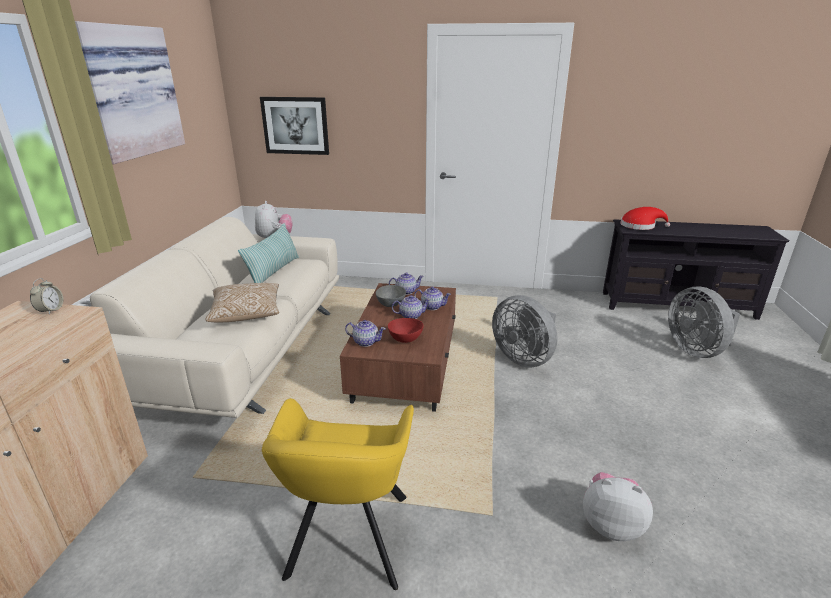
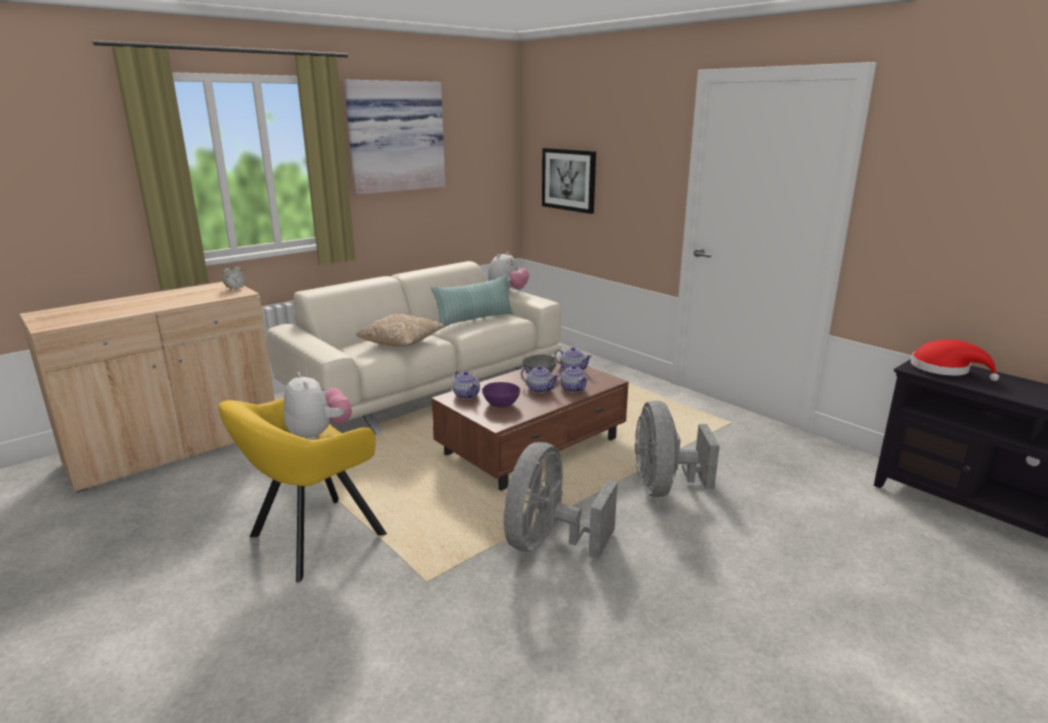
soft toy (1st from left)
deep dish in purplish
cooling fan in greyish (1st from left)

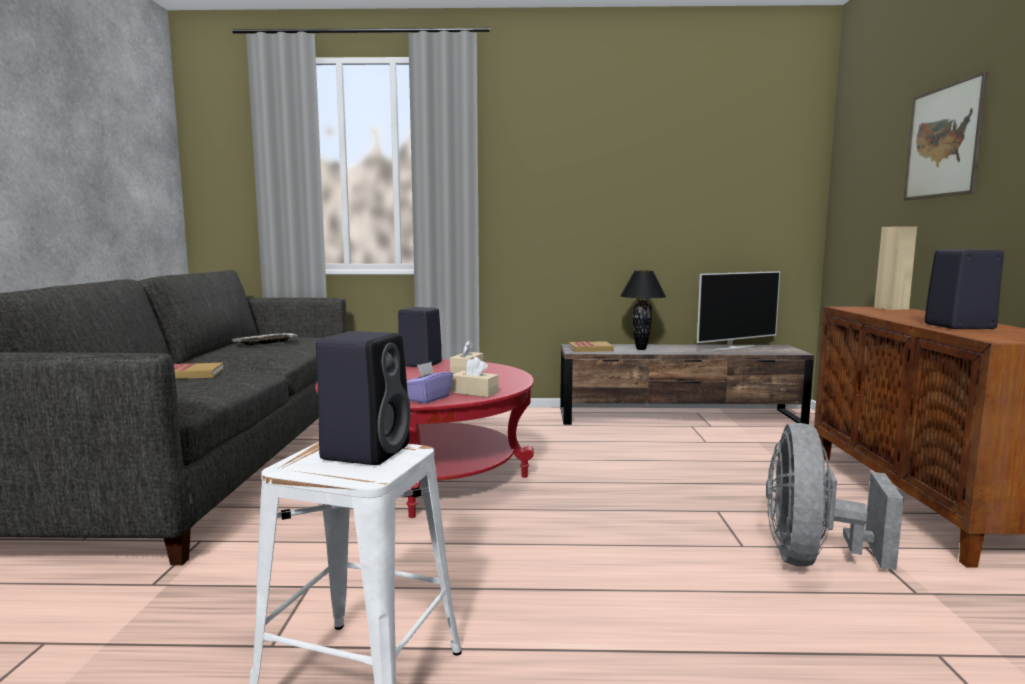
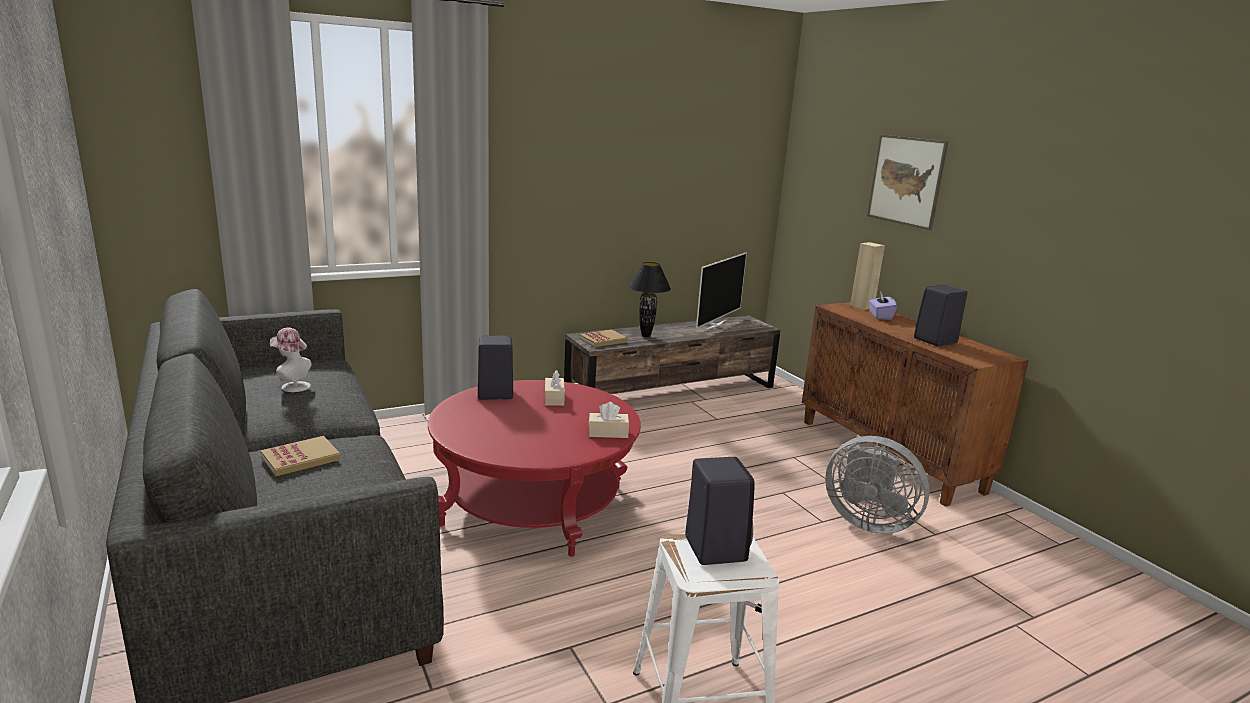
hat
cooling fan in greyish
tissue box in purplish

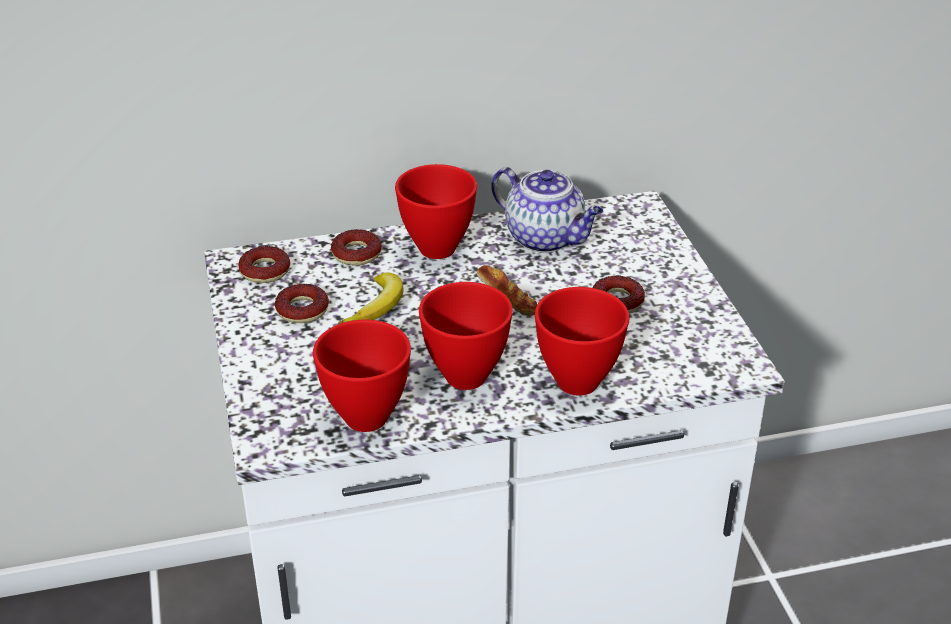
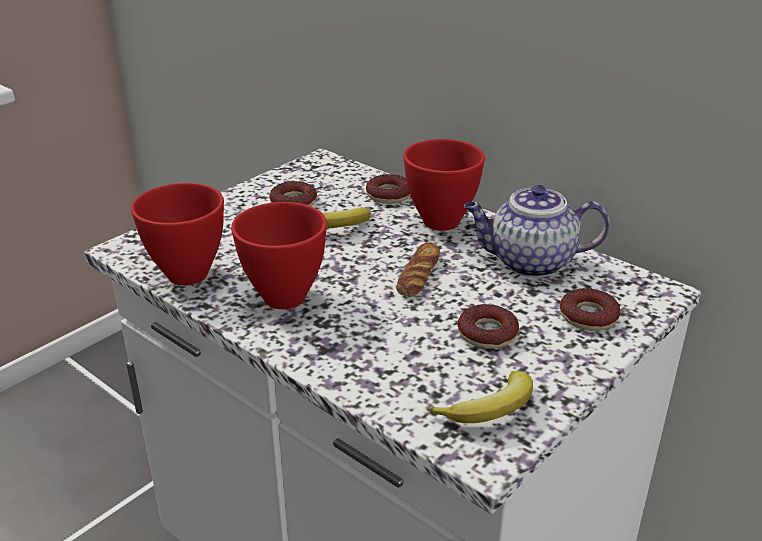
banana fruit (2nd from left)
pot for tea
ring doughnut (4th from left)
deep dish in red-coloured (4th from left in the first image)

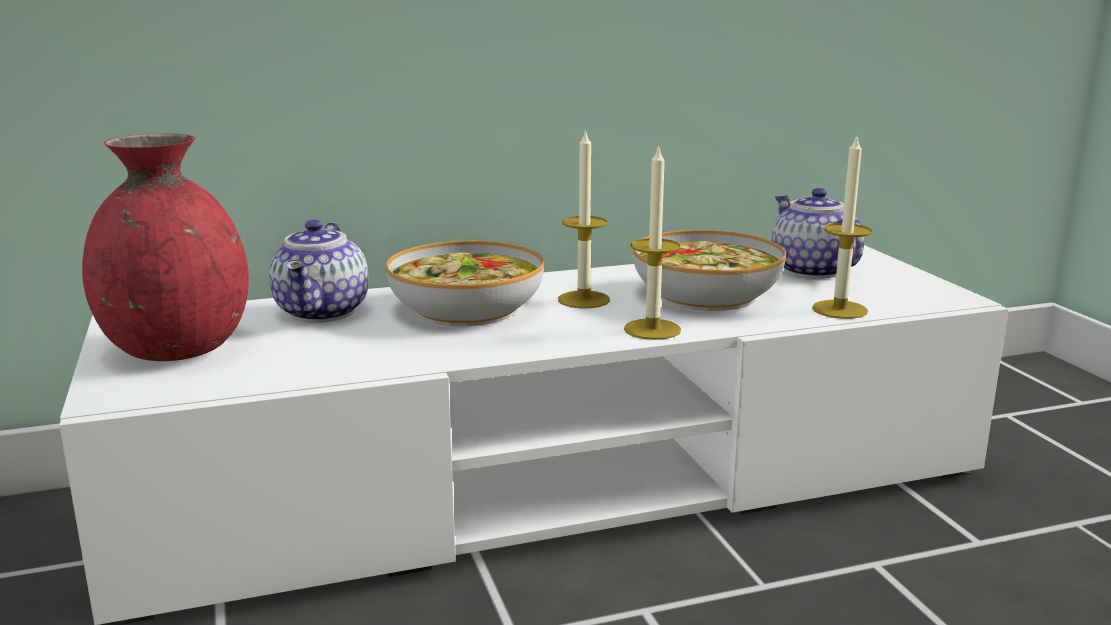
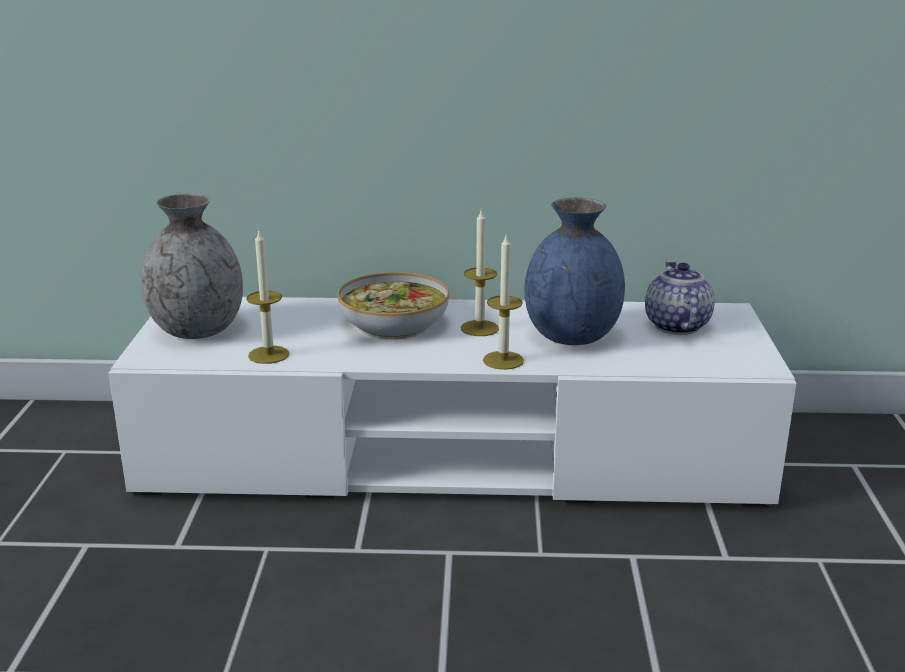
decorative vase in greyish
candle (1st from left)
decorative vase in blue
pot for tea (1st from left in the first image)

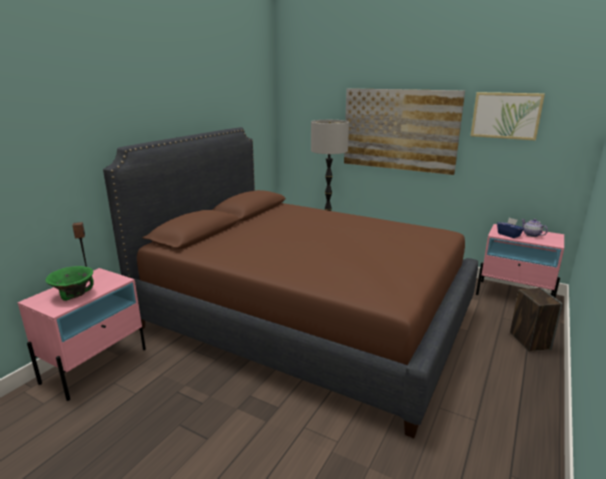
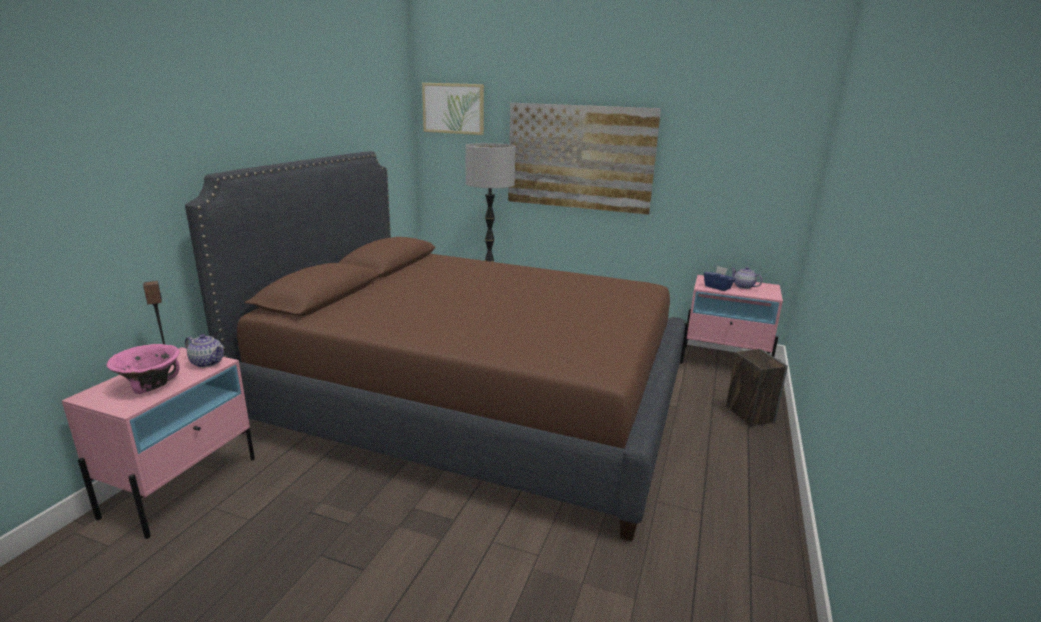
deep dish in pink
pot for tea (1st from left)
picture (1st from left)

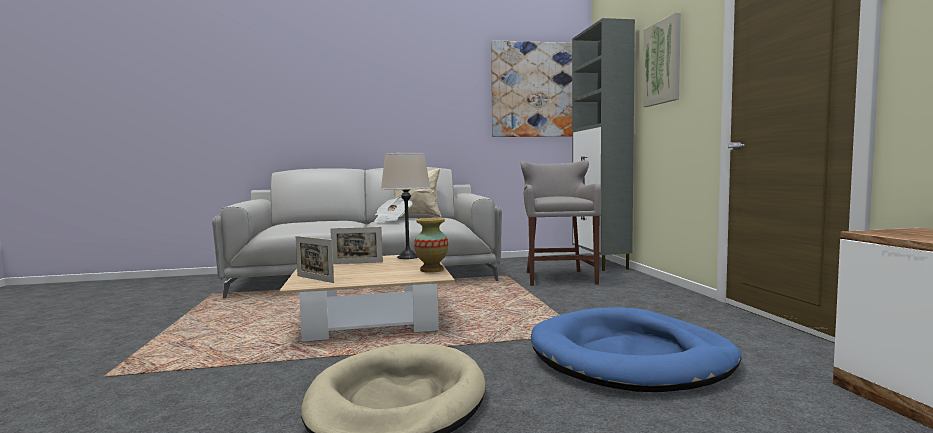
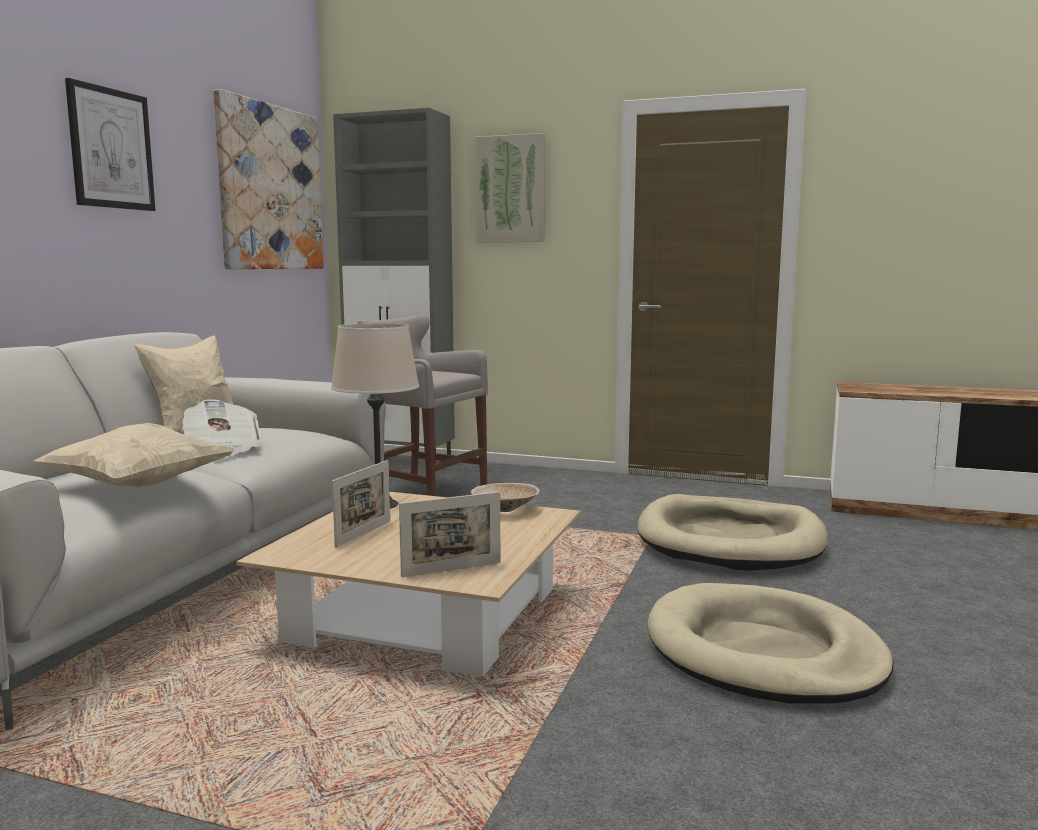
pillow in beige (1st from left)
picture (1st from left)
deep dish in beige
dog bed in beige (1st from left)

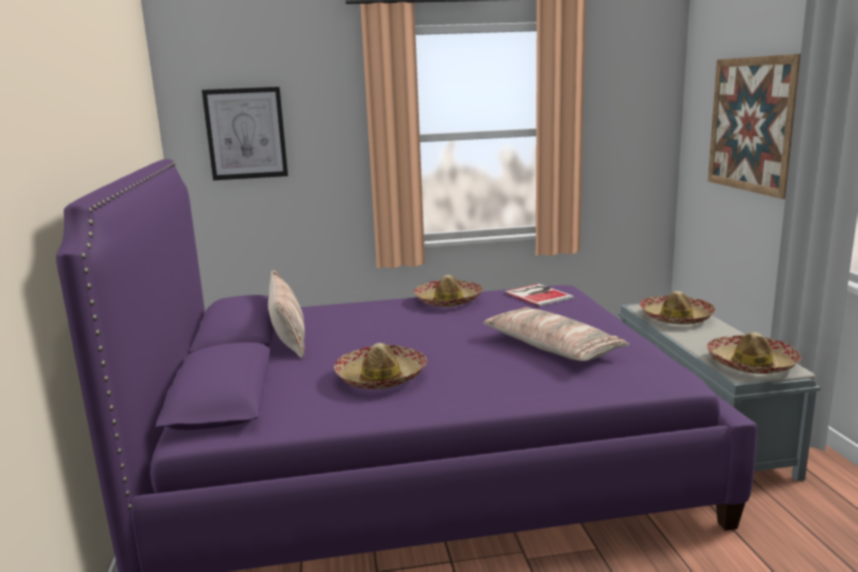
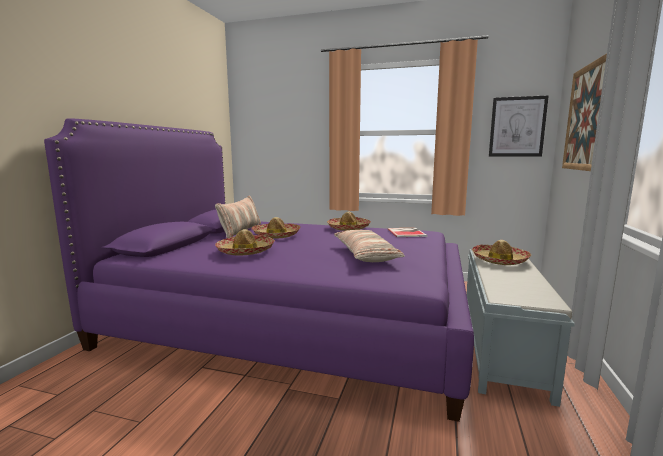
hat (2nd from left)
picture (1st from left)

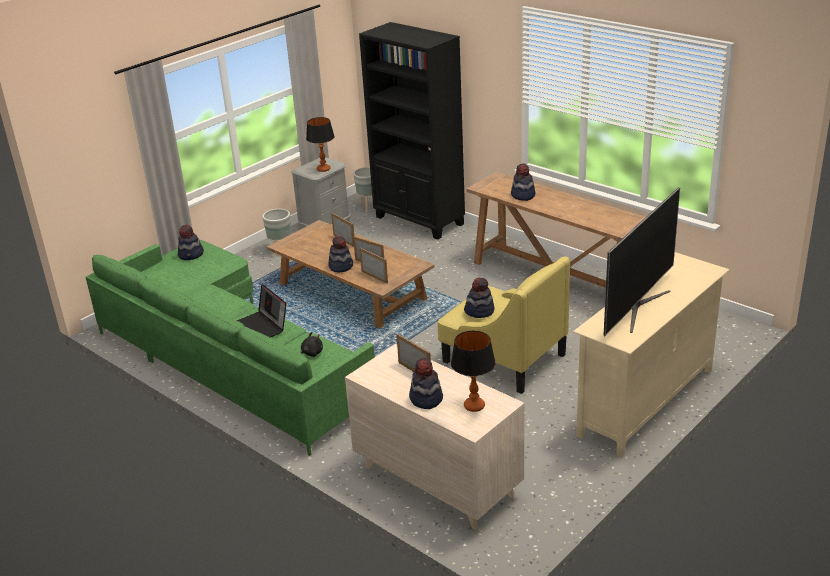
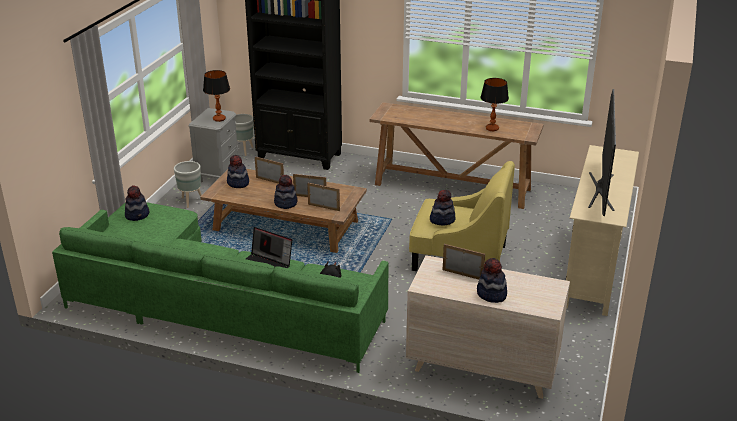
hat (2nd from left)
table lamp (2nd from left)

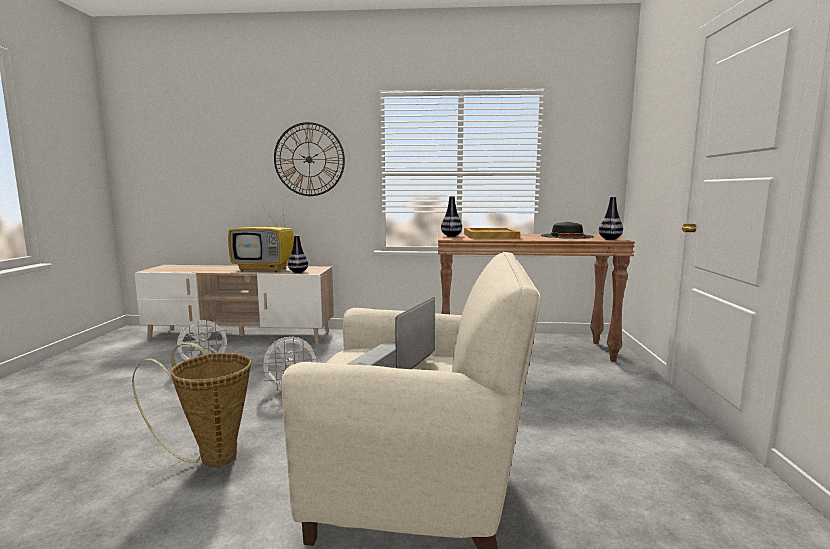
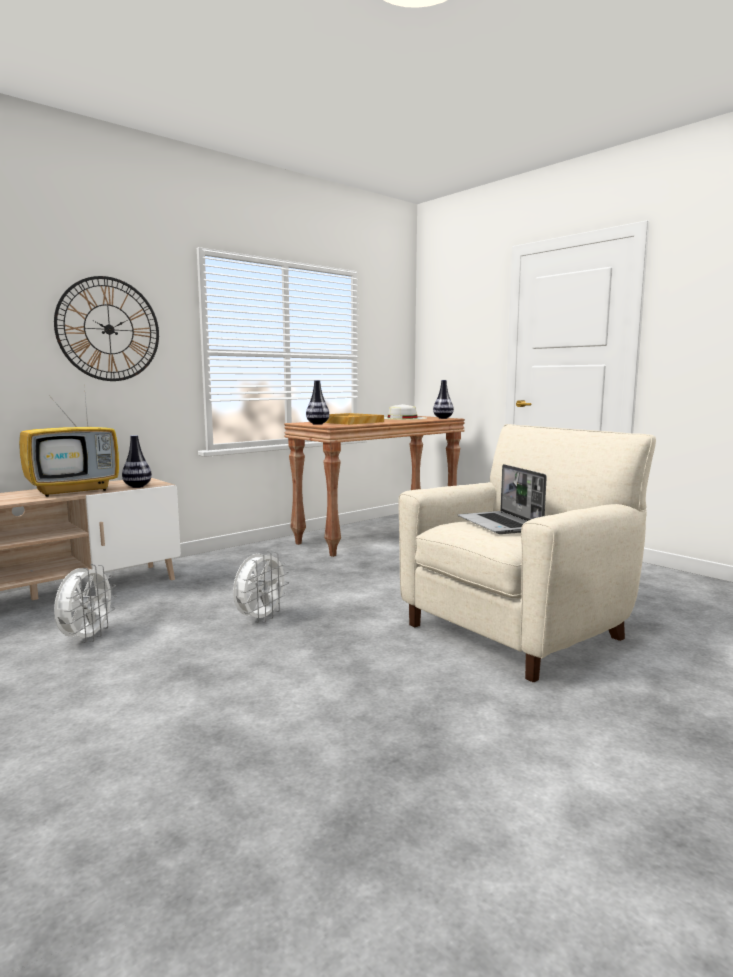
hat in white-coloured
household basket

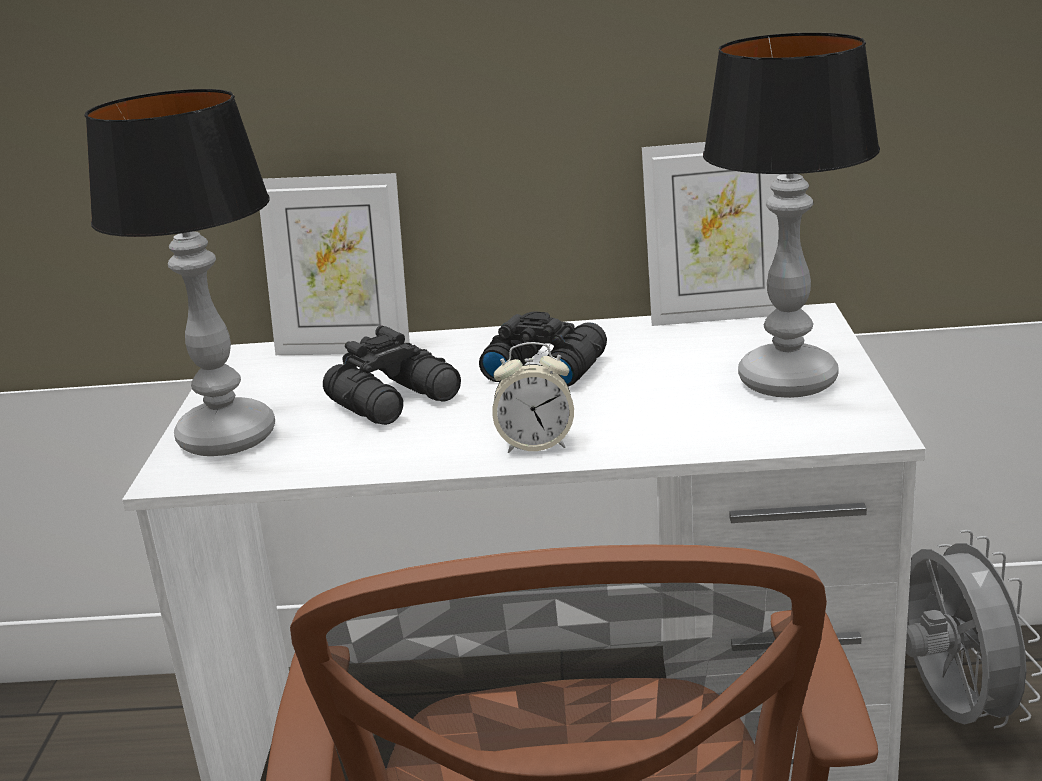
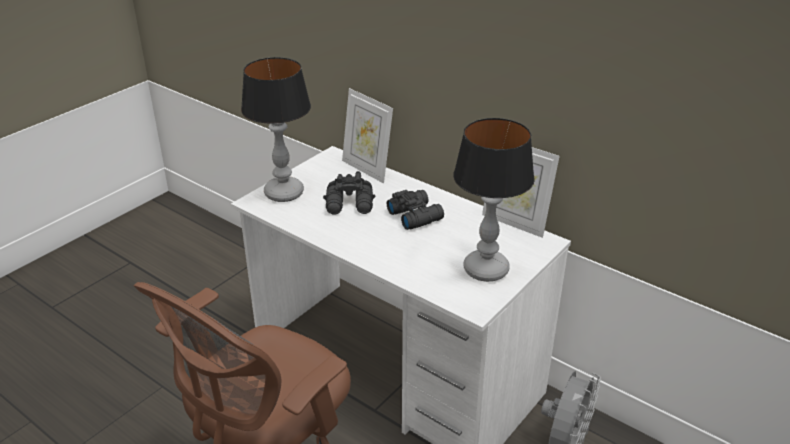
table clock

